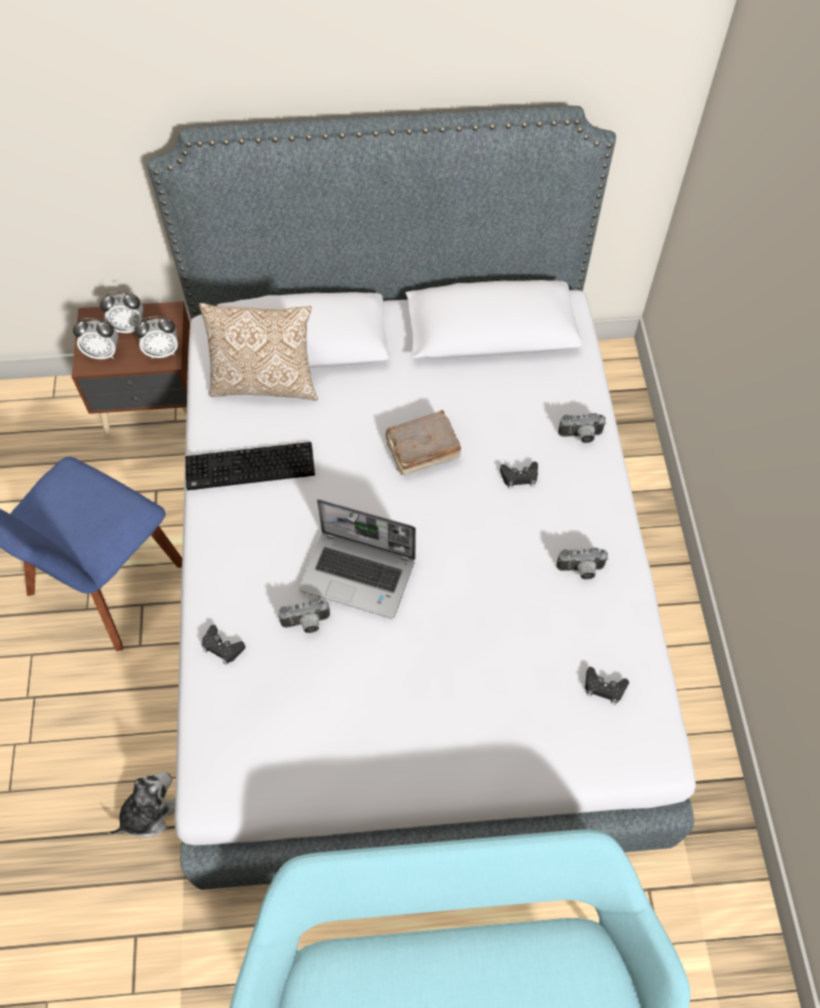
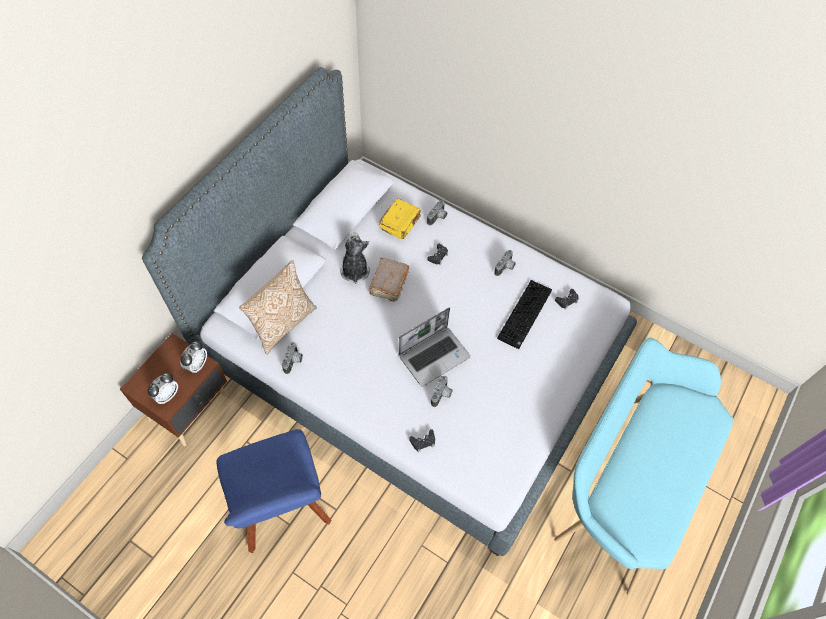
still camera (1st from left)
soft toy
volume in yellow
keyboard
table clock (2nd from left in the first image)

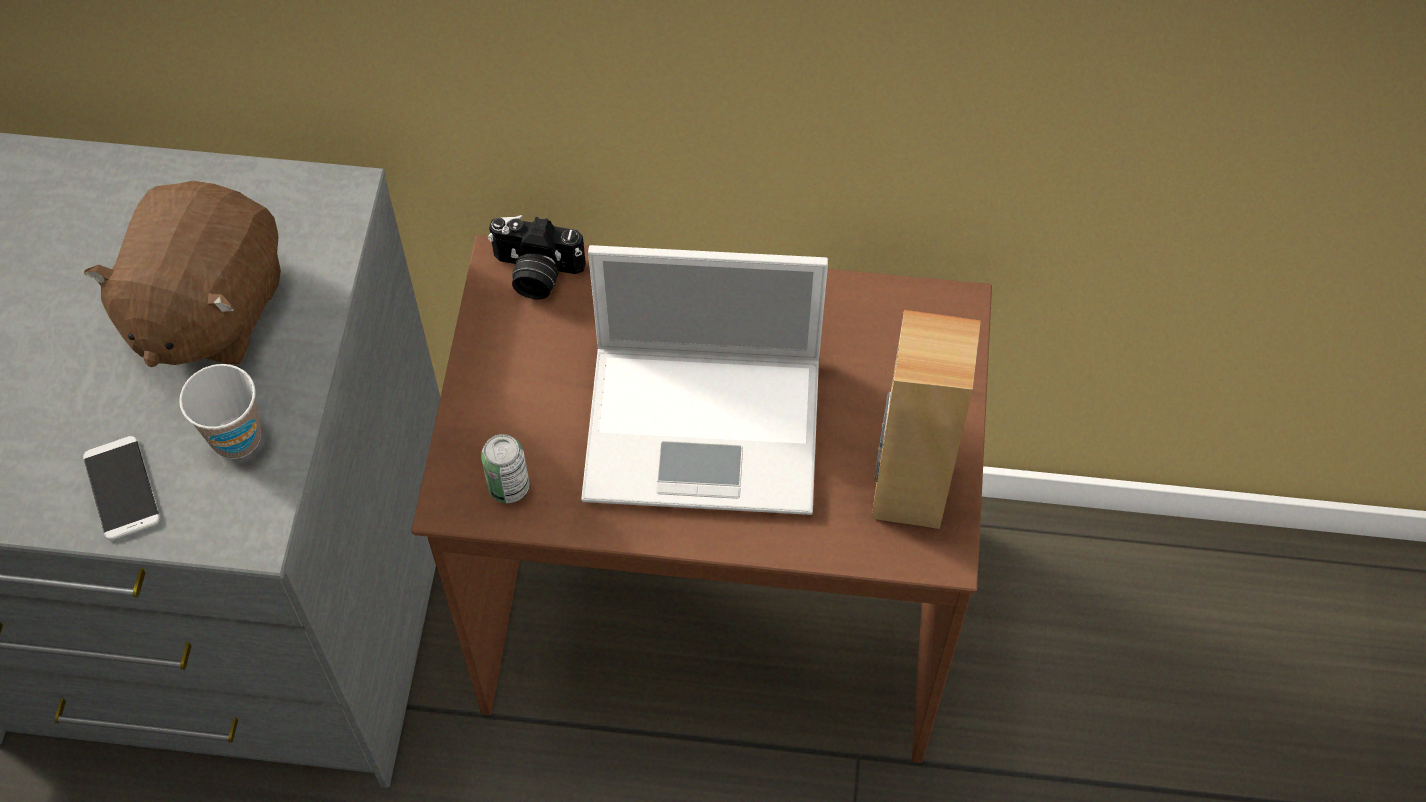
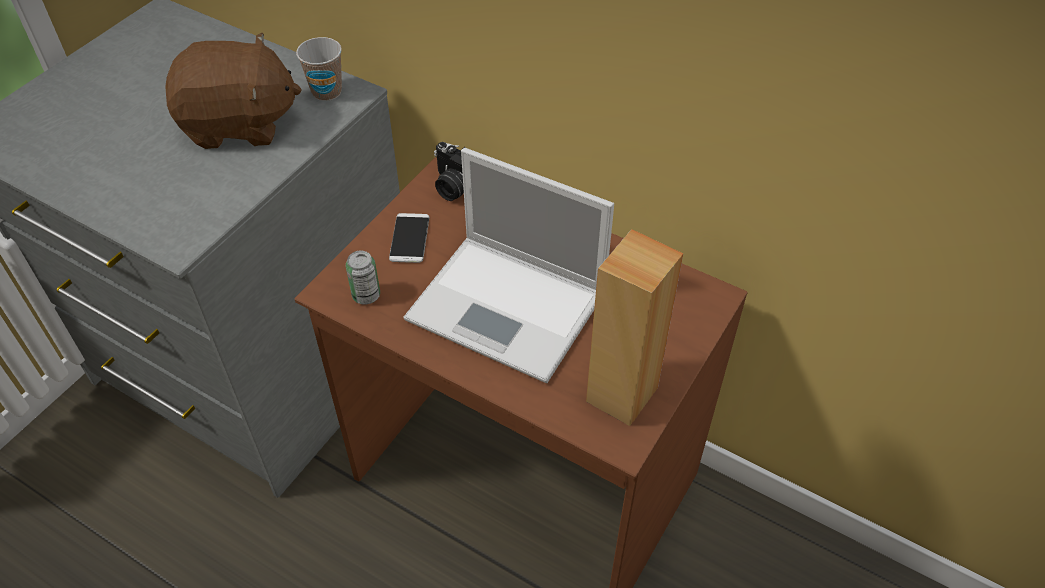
soft toy in brown-coloured
cup
telephone

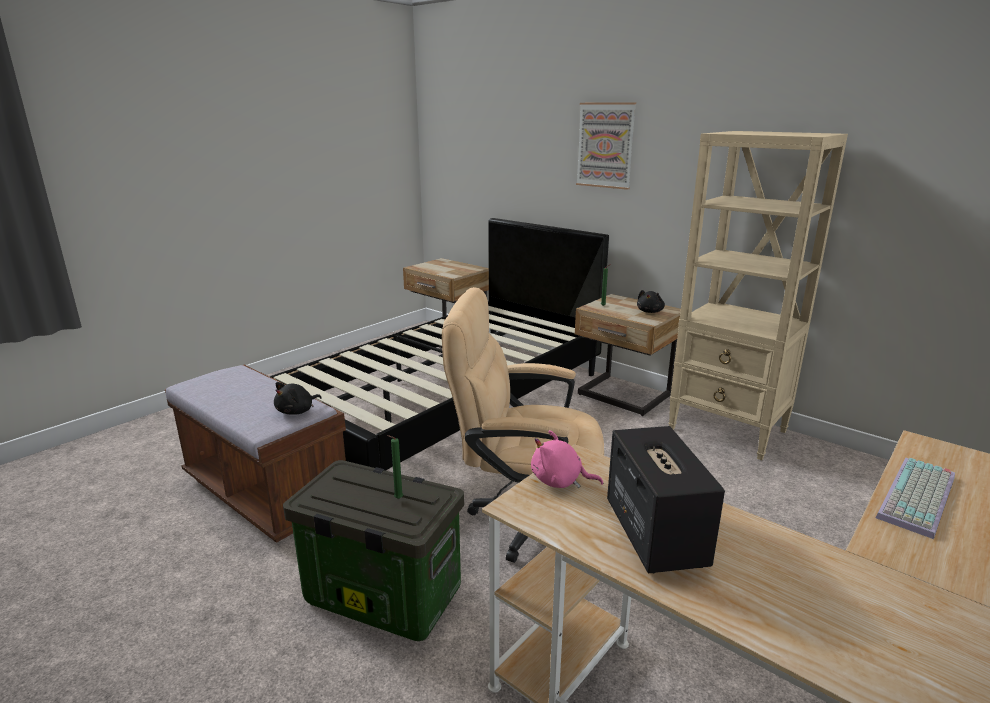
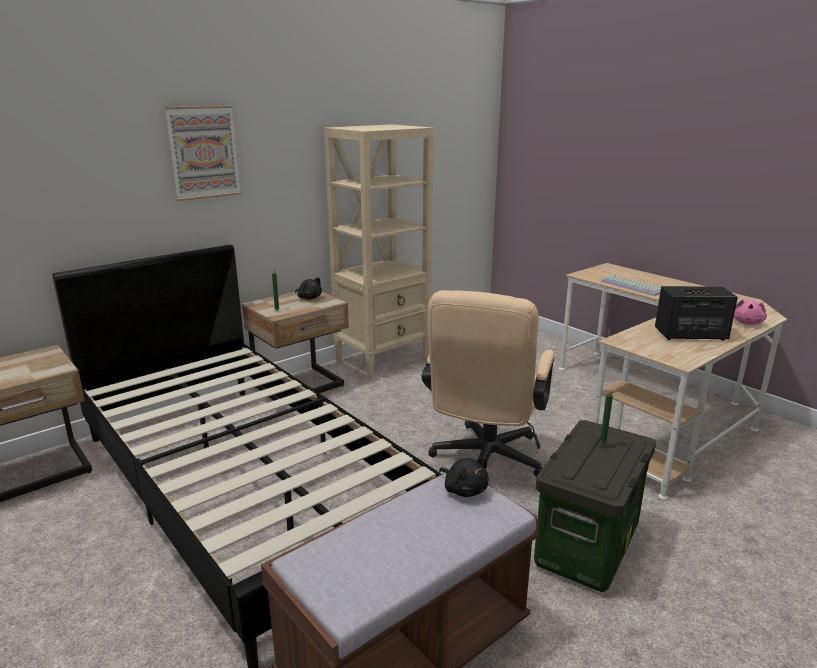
soft toy in pink

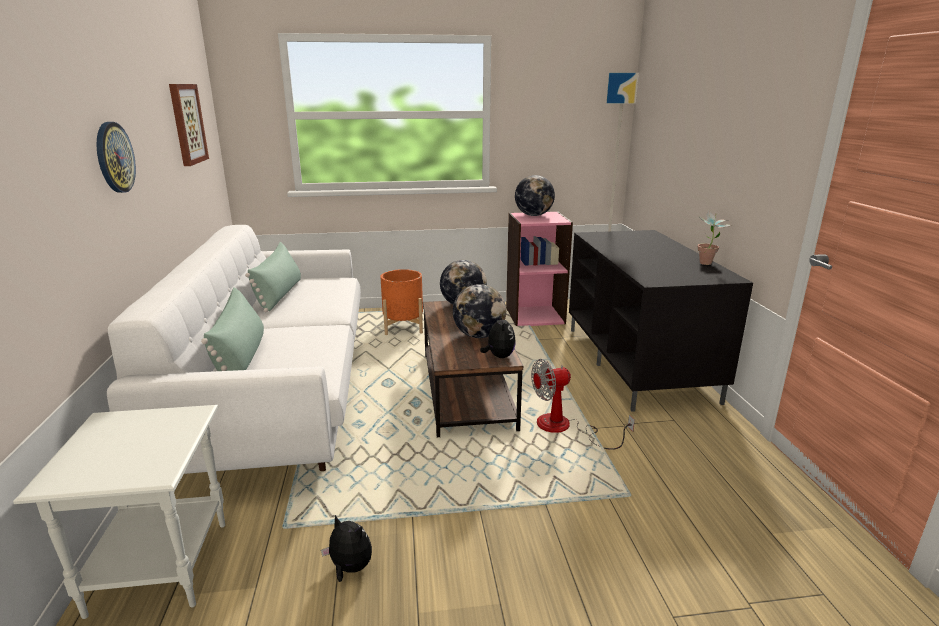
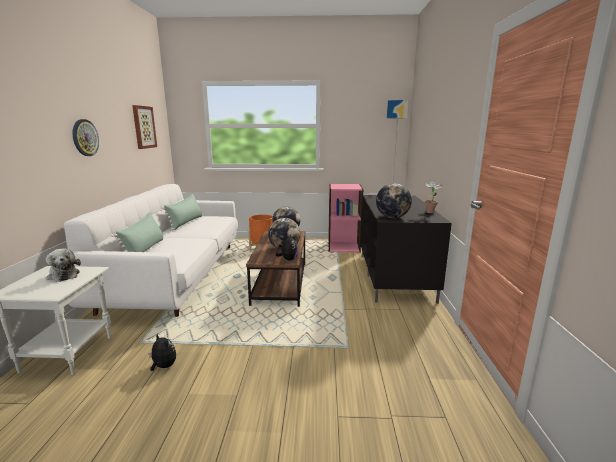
soft toy (1st from left)
globe (3rd from left)
cooling fan

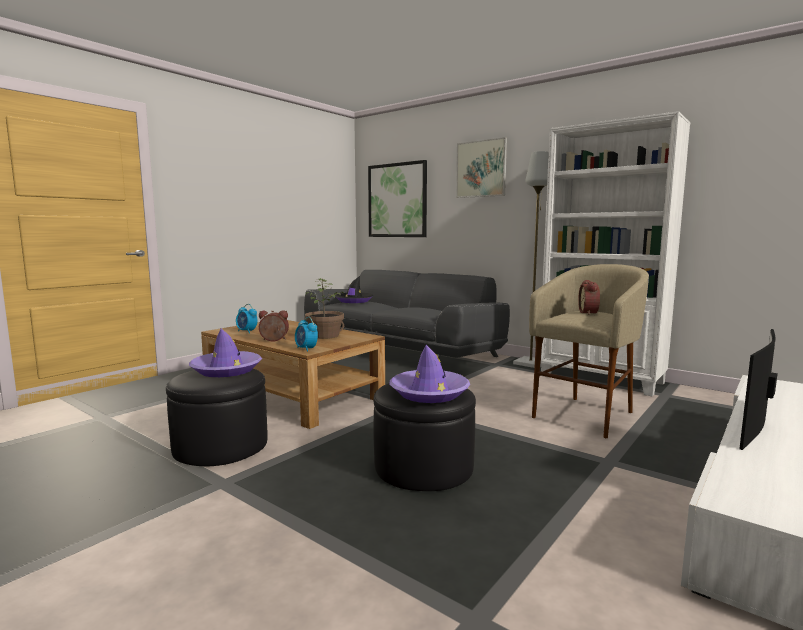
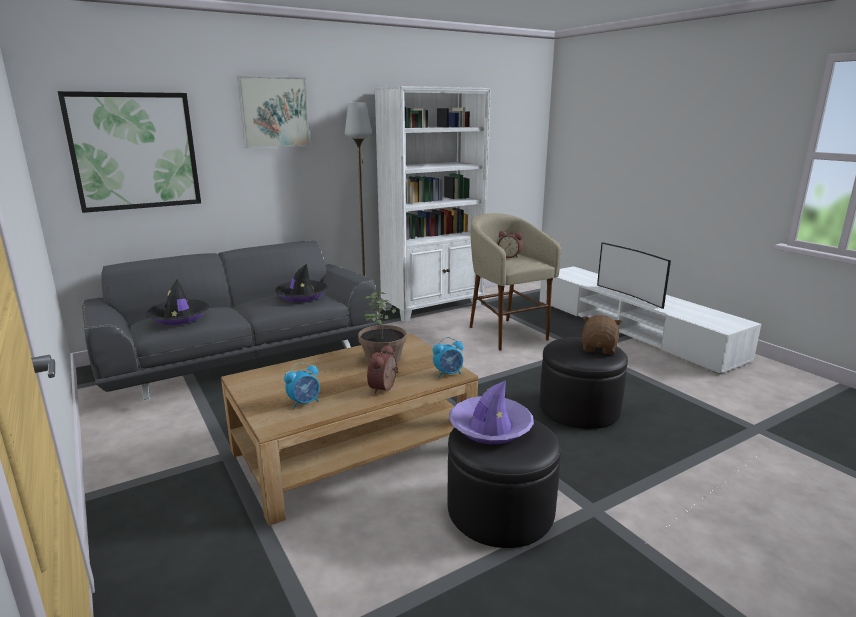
hat in black-coloured (2nd from left)
soft toy in brown-coloured

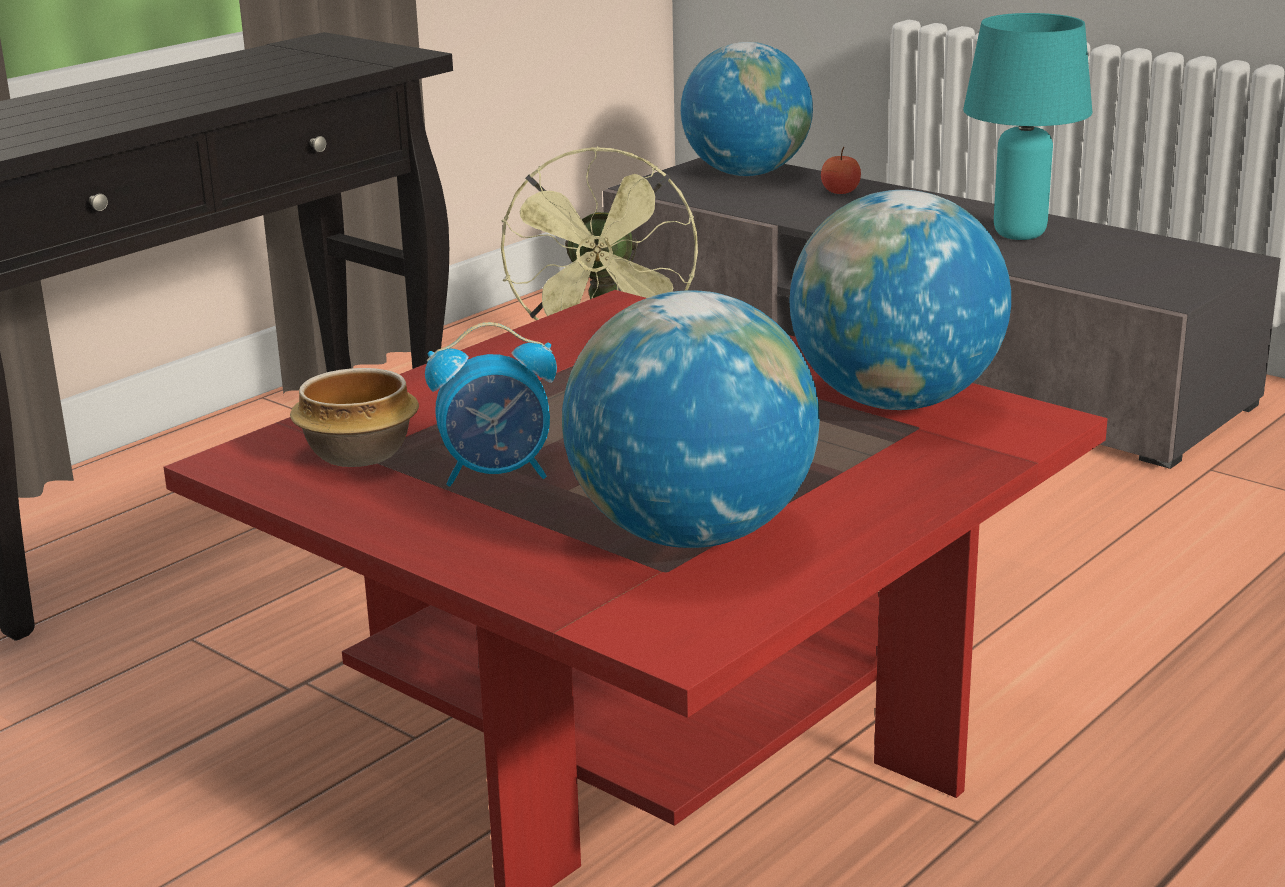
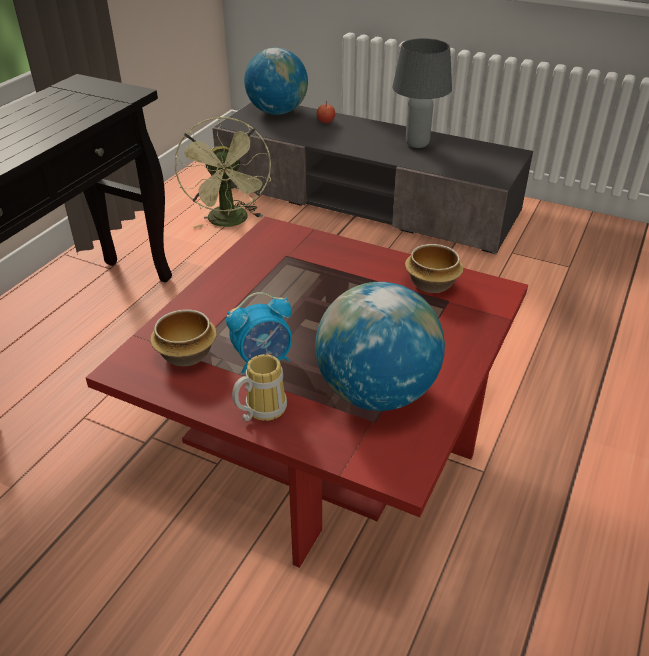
tea mug
table lamp in greyish
deep dish (2nd from left)

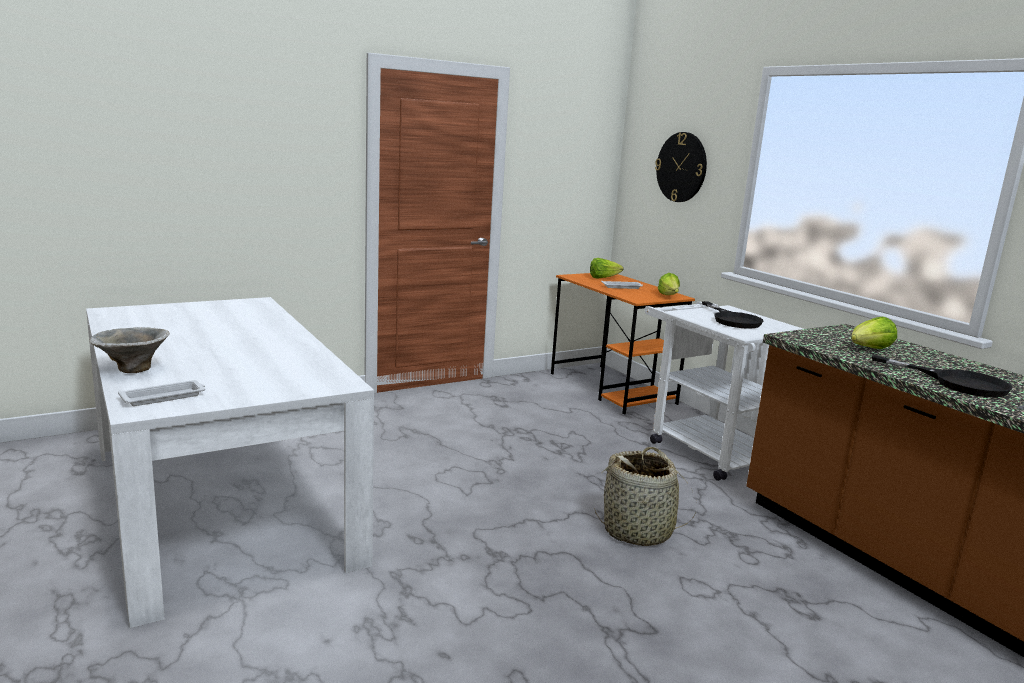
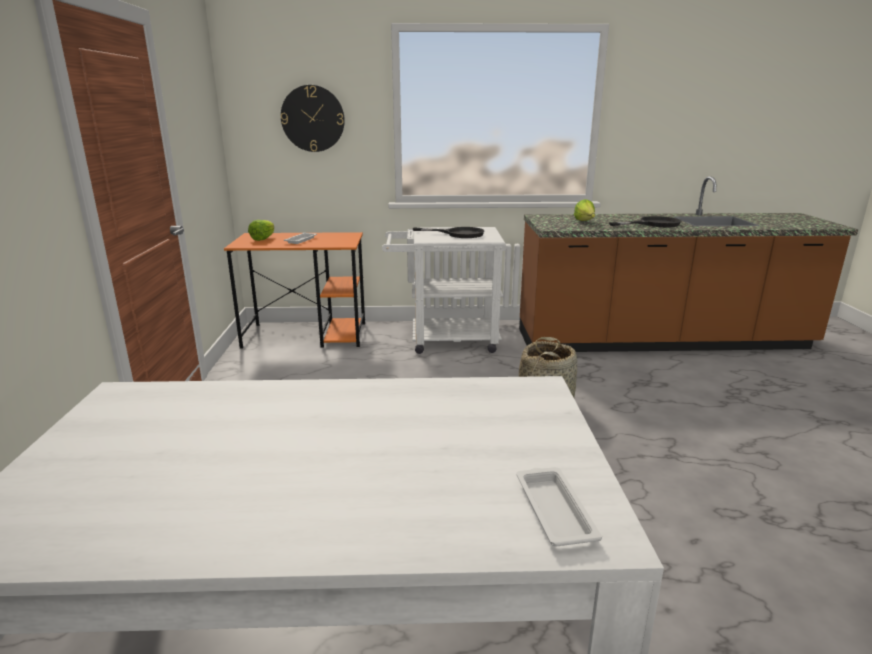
deep dish
lettuce head (2nd from left in the first image)

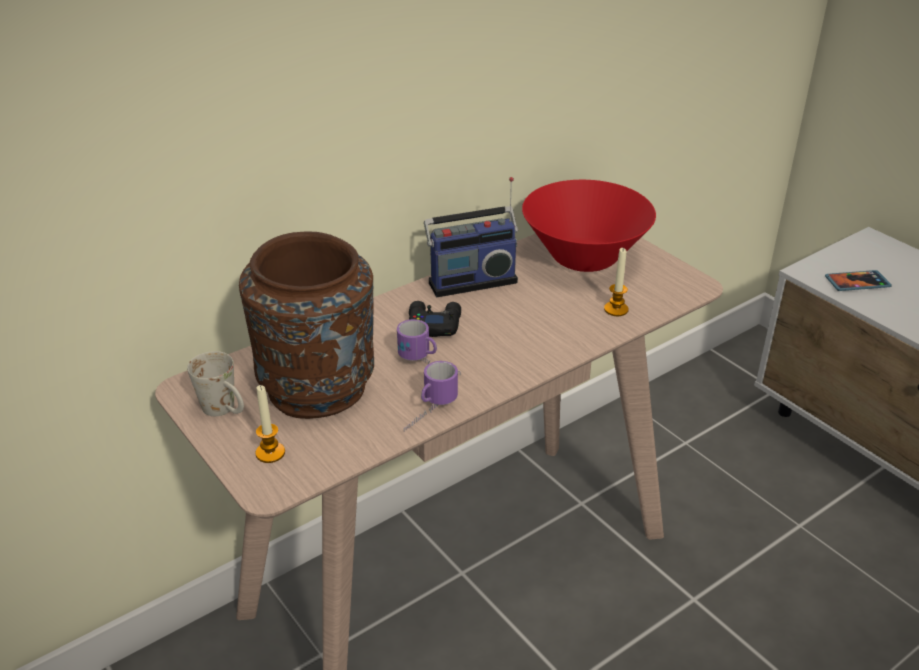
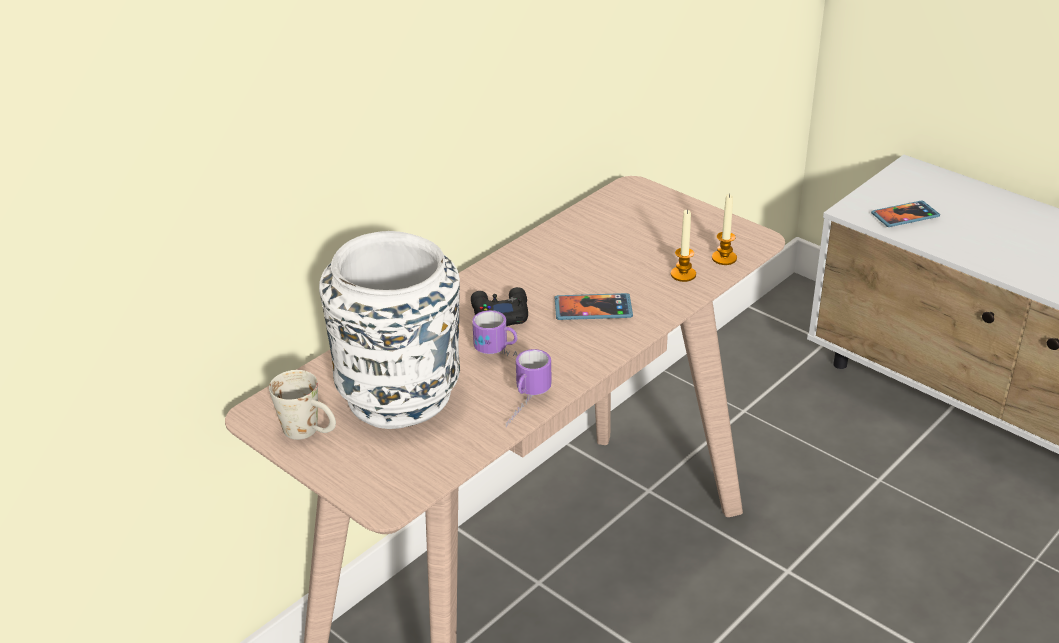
decorative vase in white-coloured
telephone (1st from left)
candle (2nd from left)
radio set
deep dish in red-coloured

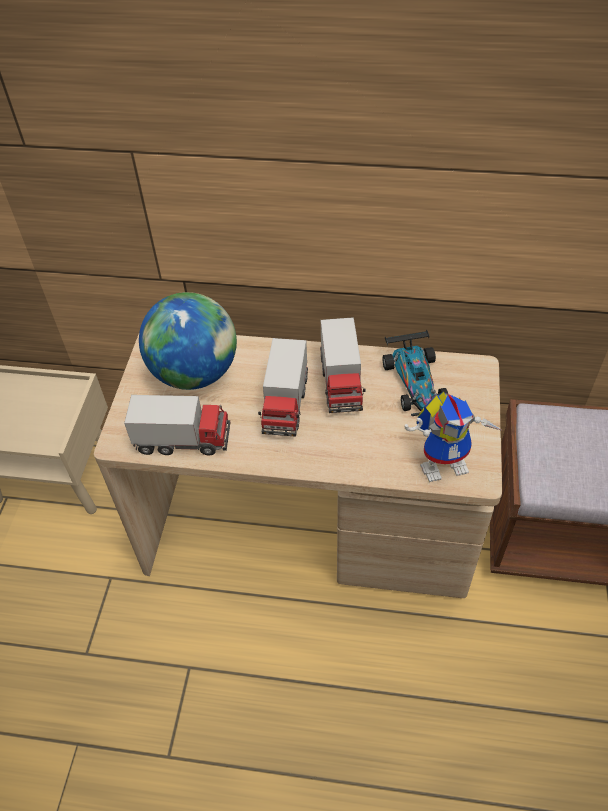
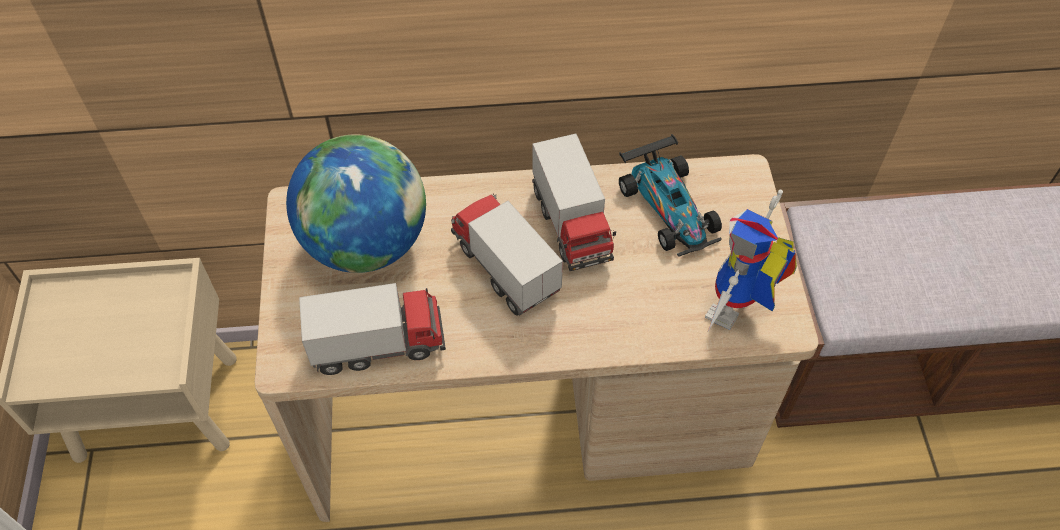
model truck (2nd from left)
robot figure

